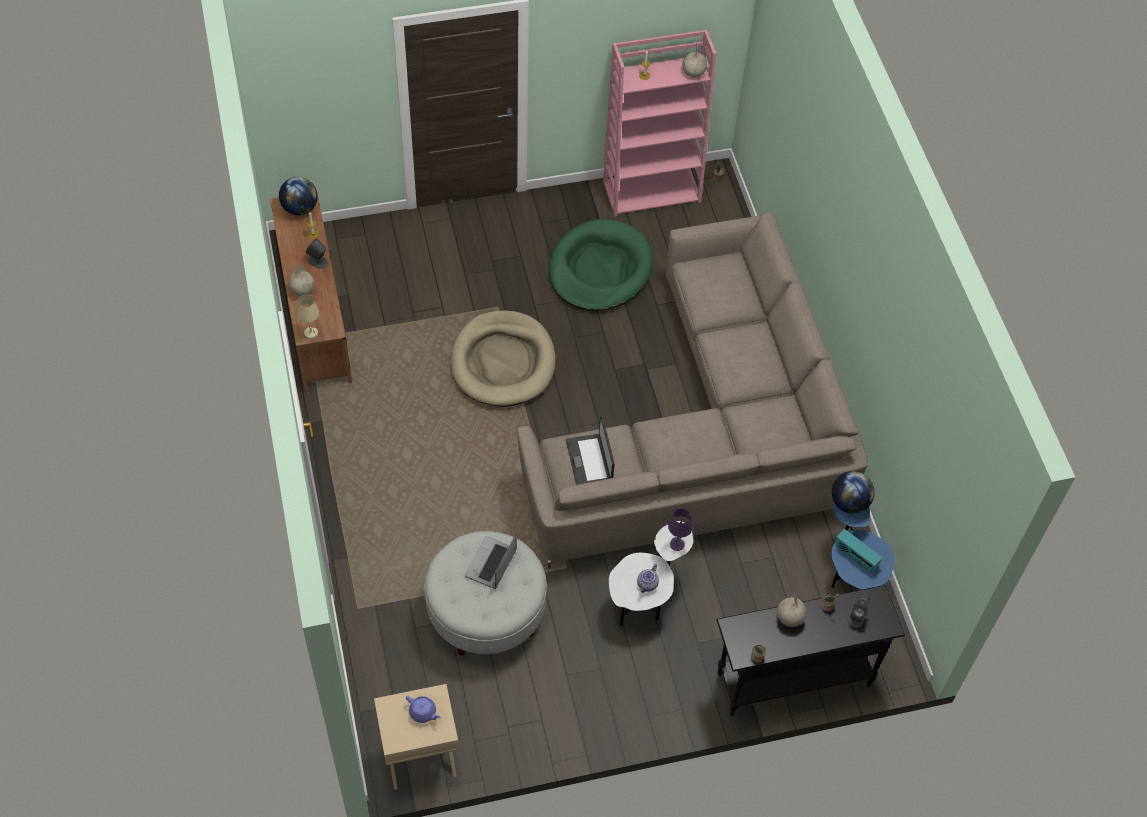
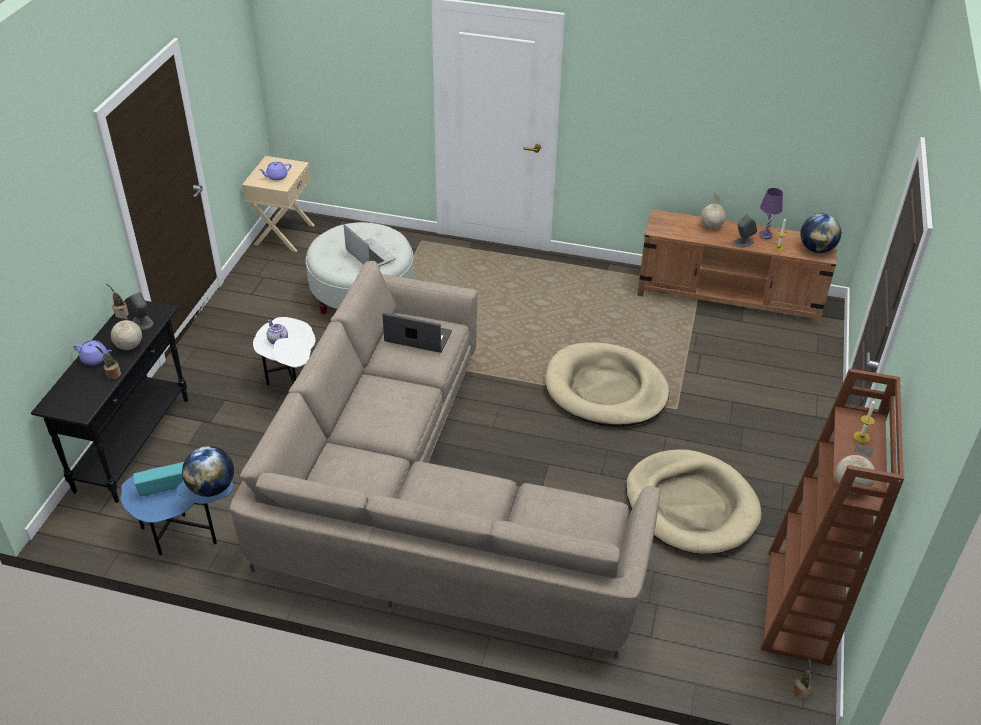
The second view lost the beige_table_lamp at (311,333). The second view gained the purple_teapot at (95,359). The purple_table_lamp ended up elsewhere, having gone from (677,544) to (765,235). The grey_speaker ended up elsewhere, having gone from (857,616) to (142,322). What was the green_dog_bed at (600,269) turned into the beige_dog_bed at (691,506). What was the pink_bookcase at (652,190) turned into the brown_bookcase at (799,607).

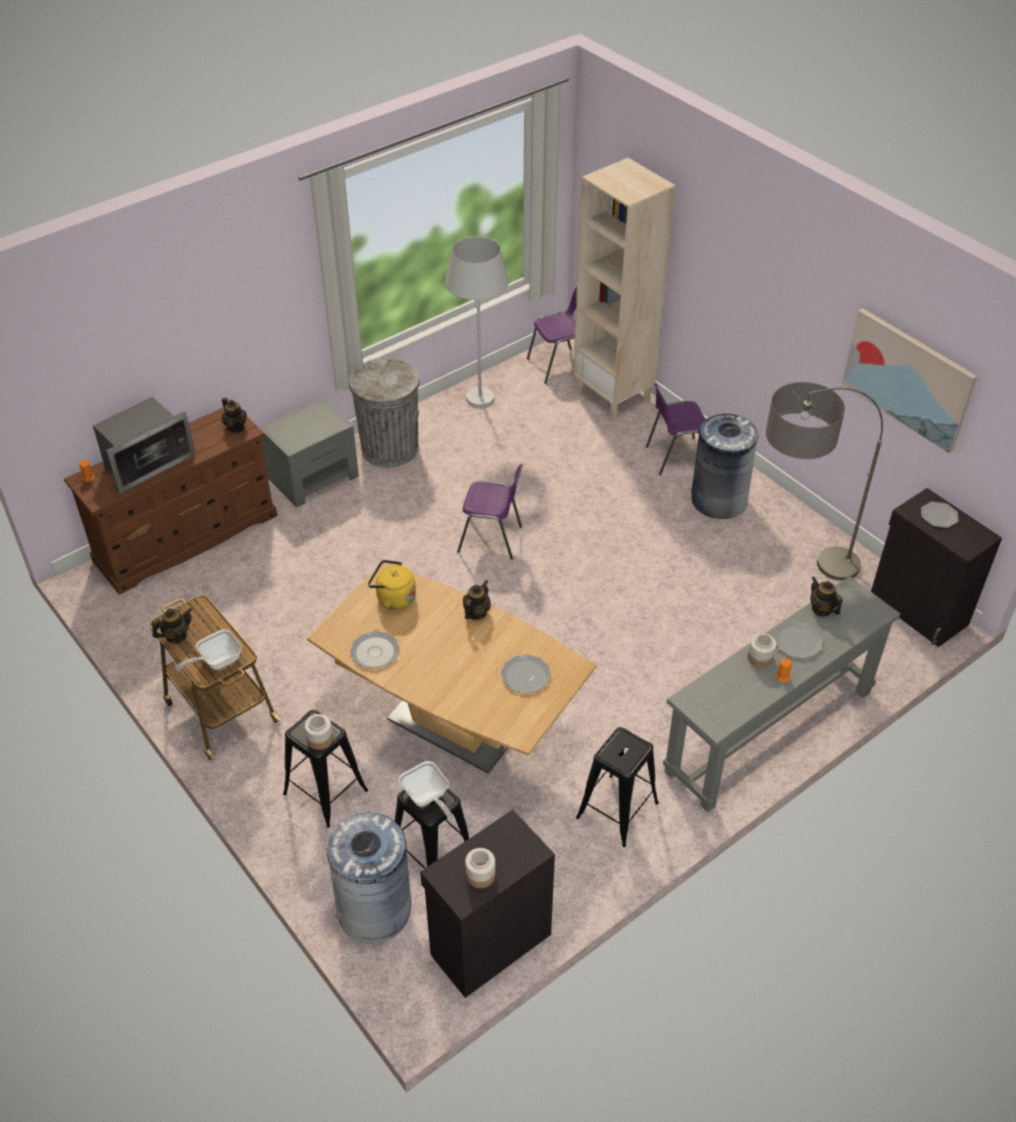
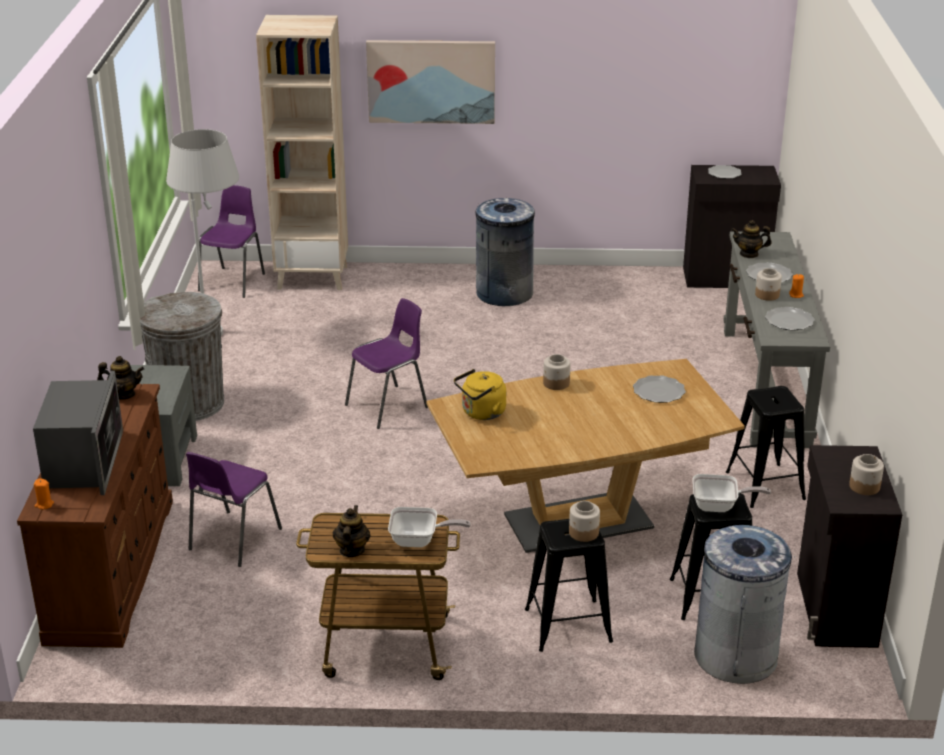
The second view lost the floor_lamp at (792,578). The plate ended up elsewhere, having gone from (375,651) to (789,321). The purple_chair ended up elsewhere, having gone from (675,457) to (233,540). The picture ended up elsewhere, having gone from (908,378) to (431,81). Where the teapot stood at (476,613), the jar came to stand at (556,383). The frying_pan at (216,661) ended up facing another way, 90 degrees counterclockwise from before.

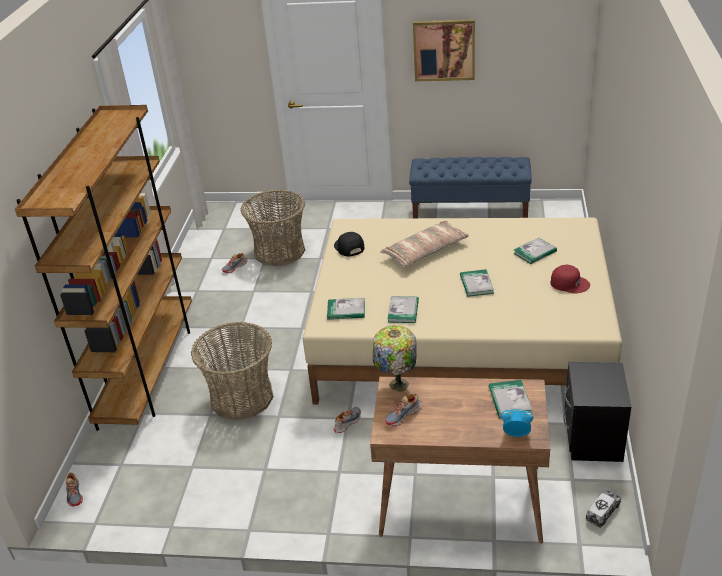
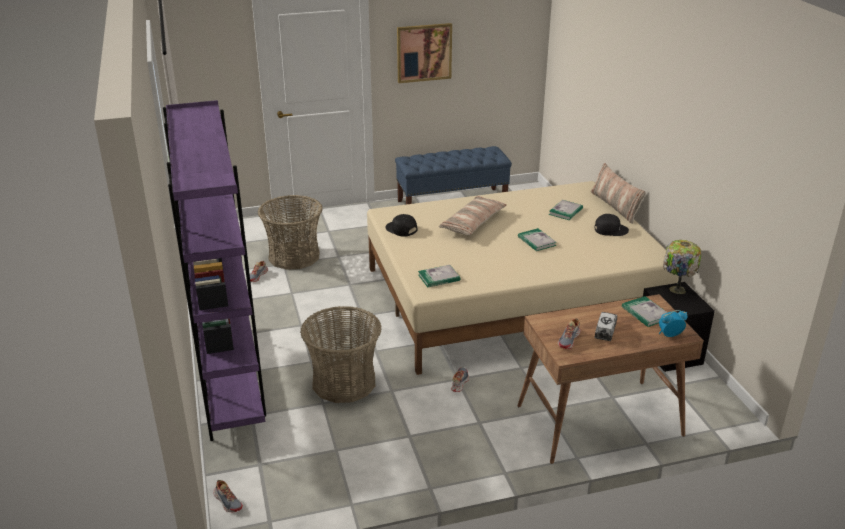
The second view lost the book at (403,311). The second view gained the pillow at (615,206). The table_lamp ended up elsewhere, having gone from (397,385) to (676,290). The toy_truck ended up elsewhere, having gone from (602,512) to (605,330). What was the brown_bookcase at (148,371) turned into the purple_bookcase at (230,379). What was the red_cap at (569,283) turned into the black_cap at (610,229).

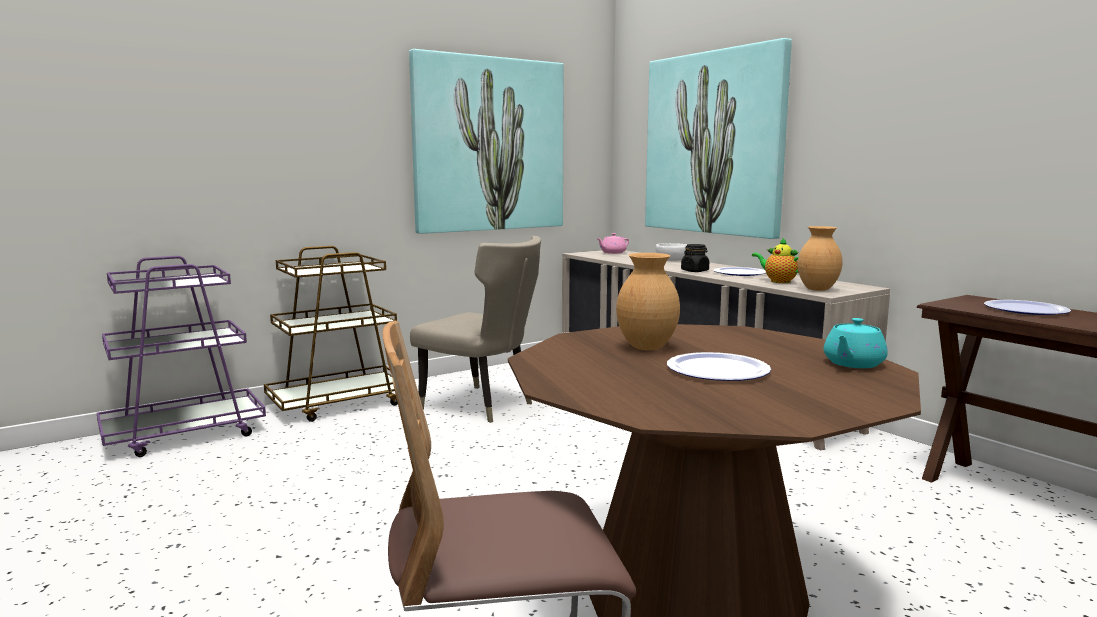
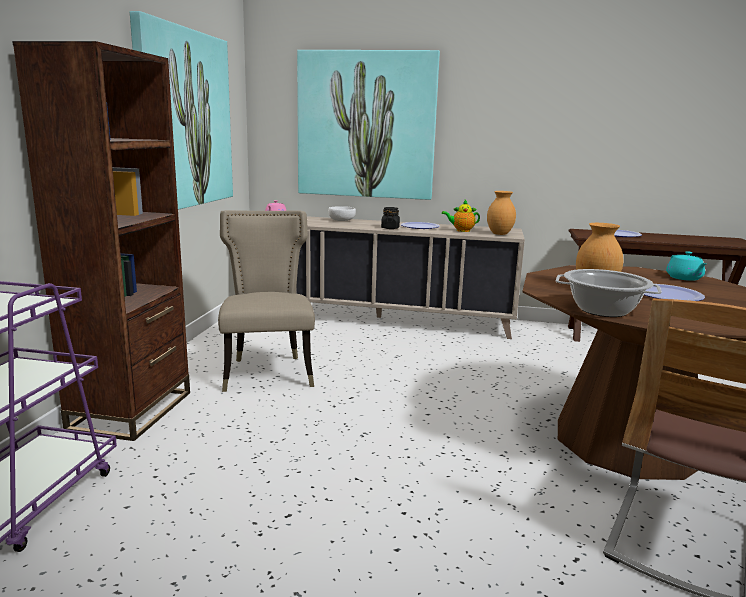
The second view gained the cooking_pot at (602,310). Where the brown_cart stood at (339,404), the brown_bookcase came to stand at (132,411). The beige_chair at (482,406) ended up facing another way, 90 degrees counterclockwise from before.

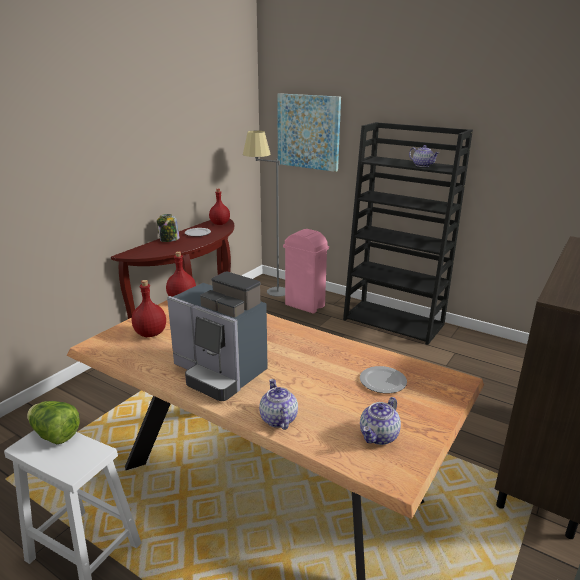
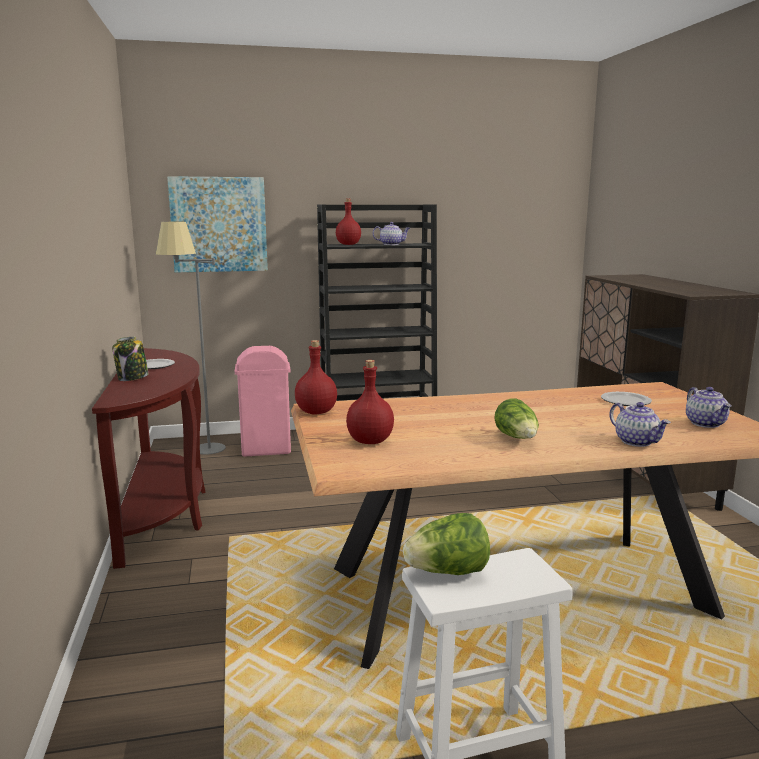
The red_bottle ended up elsewhere, having gone from (219,224) to (348,244). Where the coffee_machine stood at (219,373), the lettuce came to stand at (517,438). The teapot at (278,419) ended up facing another way, 150 degrees counterclockwise from before.

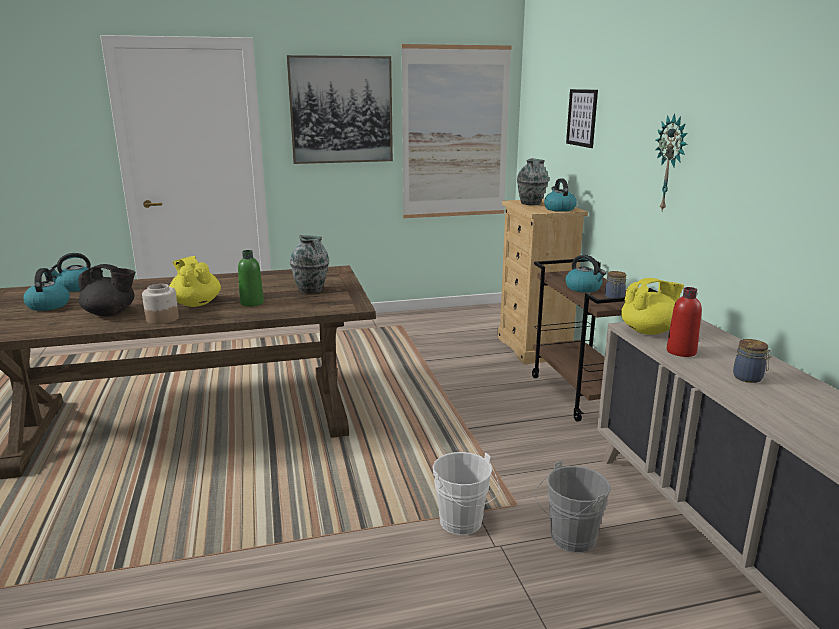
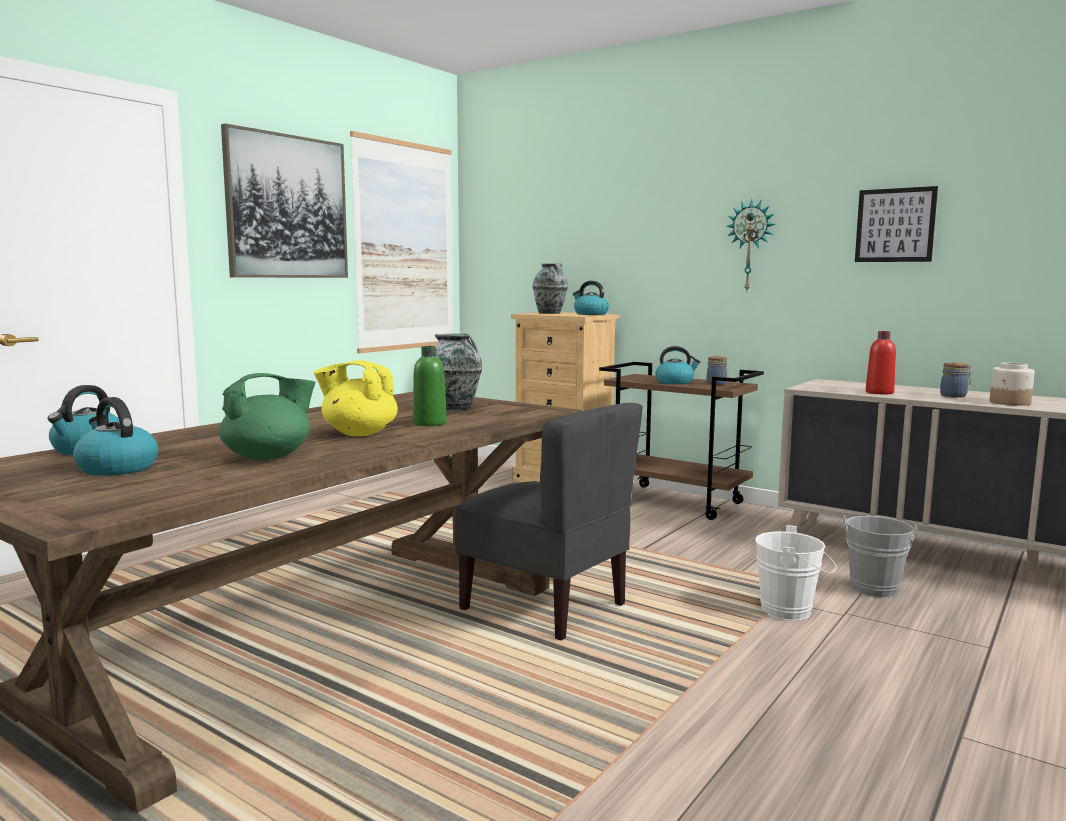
The second view lost the yellow_teapot at (649,331). The second view gained the grey_chair at (545,606). The jar ended up elsewhere, having gone from (162,319) to (1010,403). The picture ended up elsewhere, having gone from (582,118) to (895,225). What was the black_teapot at (110,314) turned into the green_teapot at (269,457).

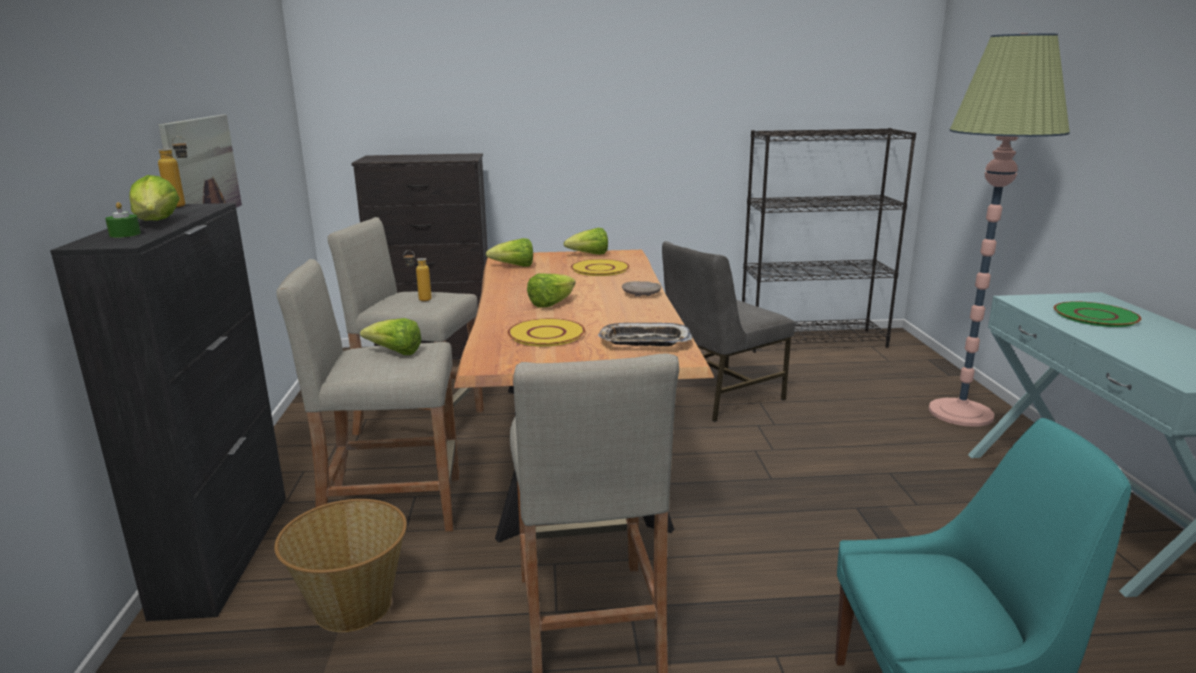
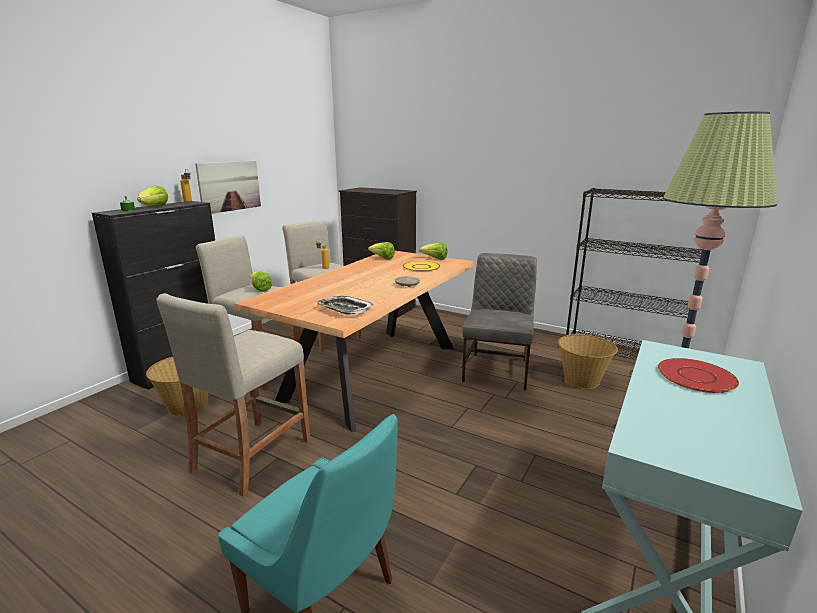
The second view lost the yellow_plate at (547,334). The second view lost the lettuce at (551,304). The second view gained the basket at (582,380). What was the green_plate at (1095,315) turned into the red_plate at (696,376). The grey_chair at (719,396) ended up facing another way, 105 degrees clockwise from before.

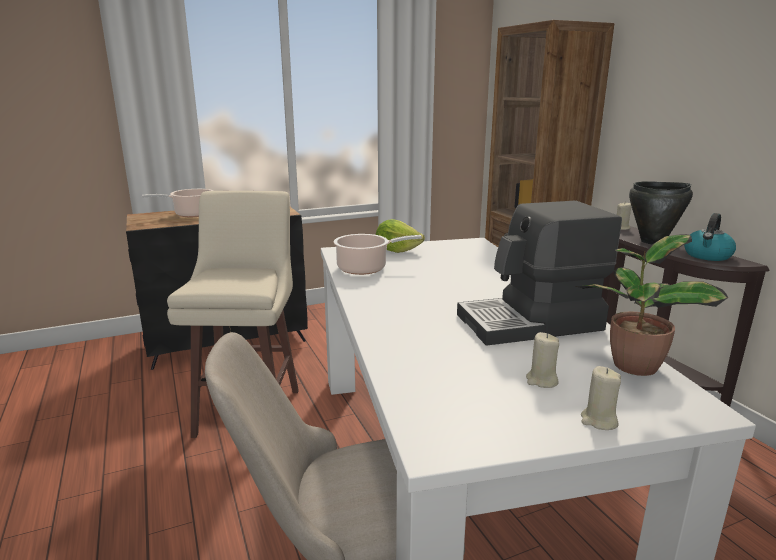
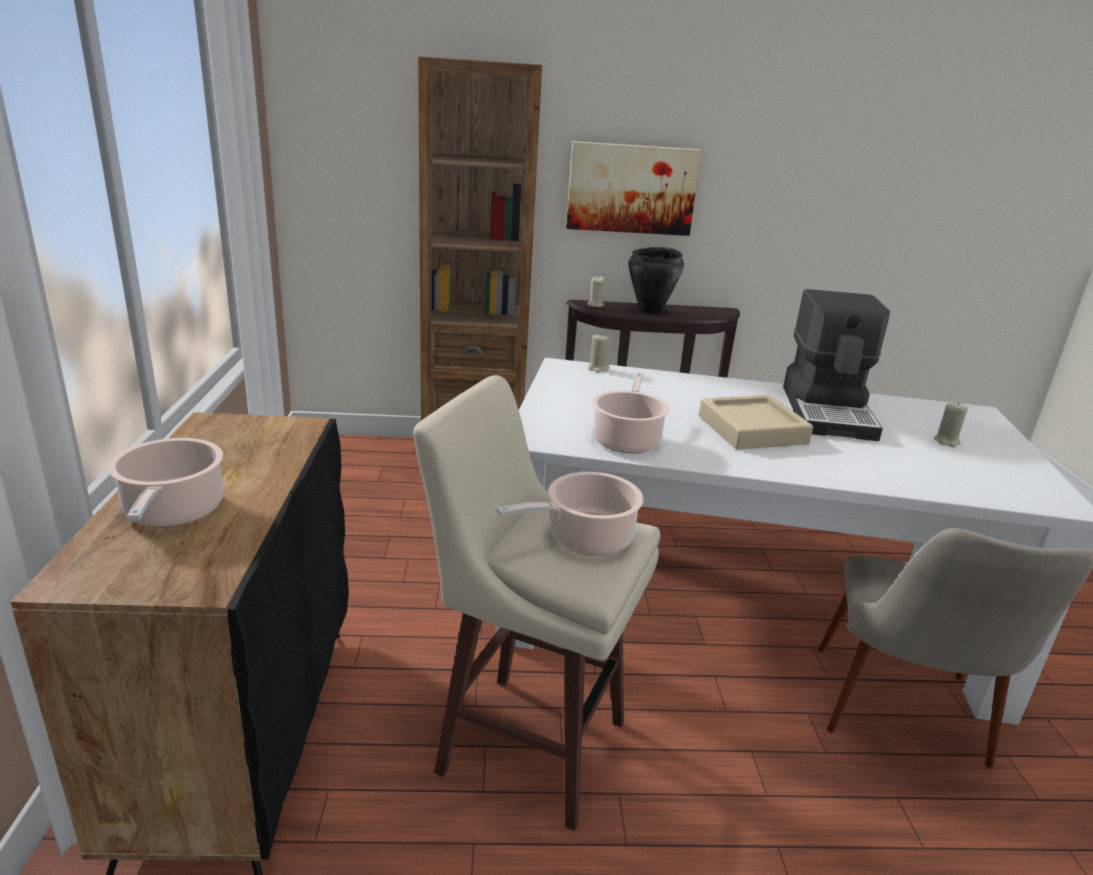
The second view lost the lettuce at (397,250). The second view lost the potted_plant at (633,366). The second view lost the kettle at (707,256). The second view gained the cooking_pot at (585,539). The second view gained the picture at (631,189). The second view gained the beige_tray at (752,430). The beige_candle ended up elsewhere, having gone from (598,421) to (598,368).

